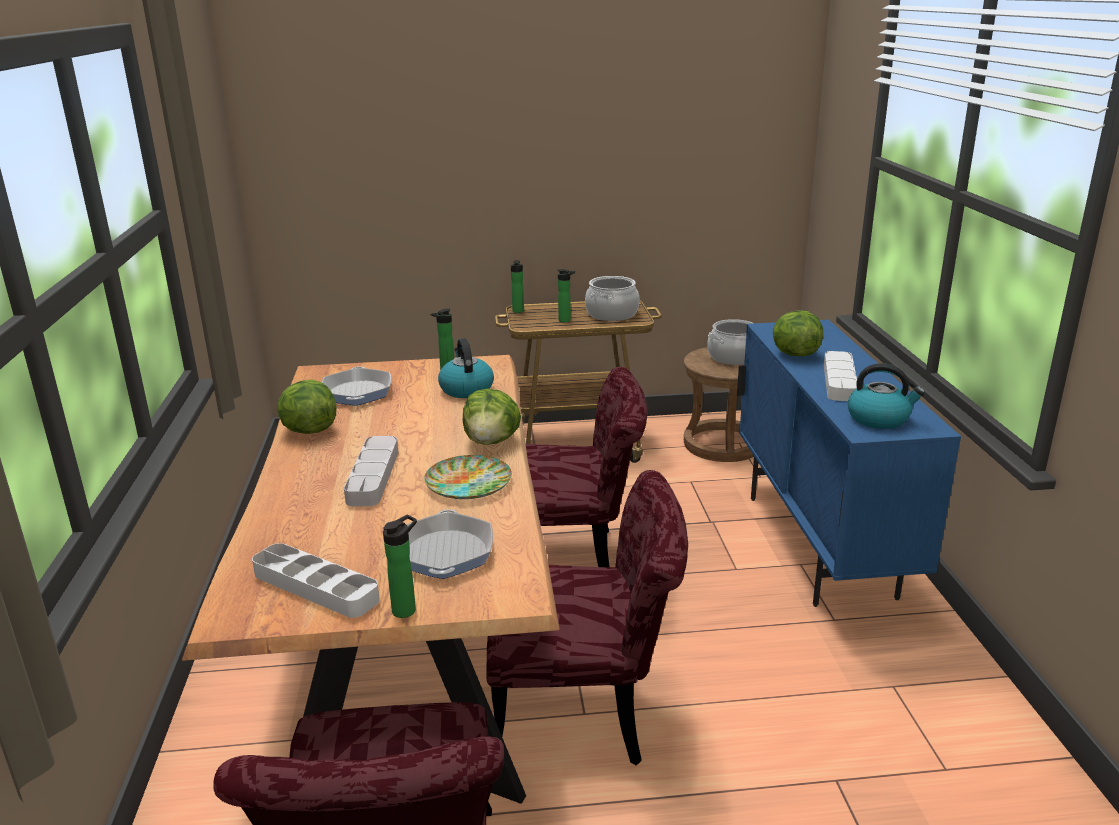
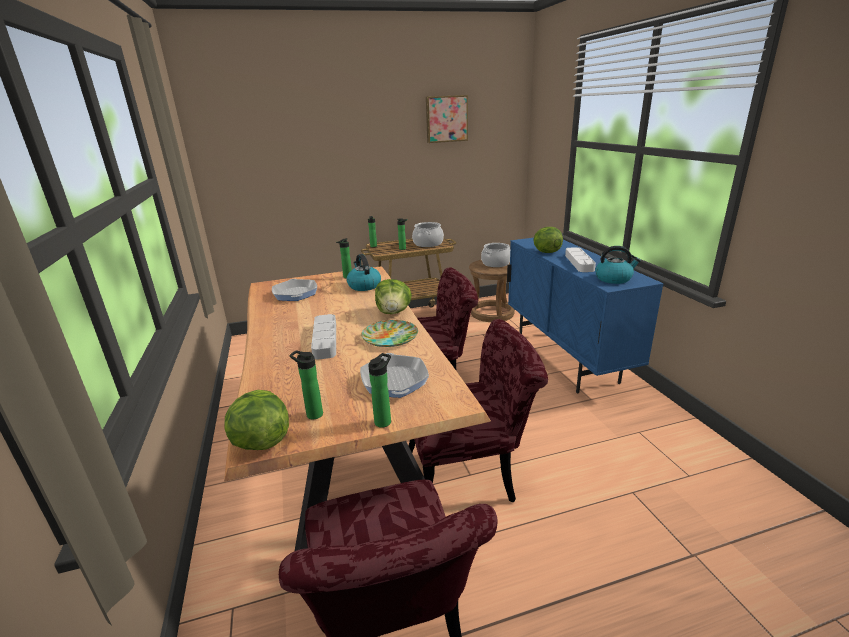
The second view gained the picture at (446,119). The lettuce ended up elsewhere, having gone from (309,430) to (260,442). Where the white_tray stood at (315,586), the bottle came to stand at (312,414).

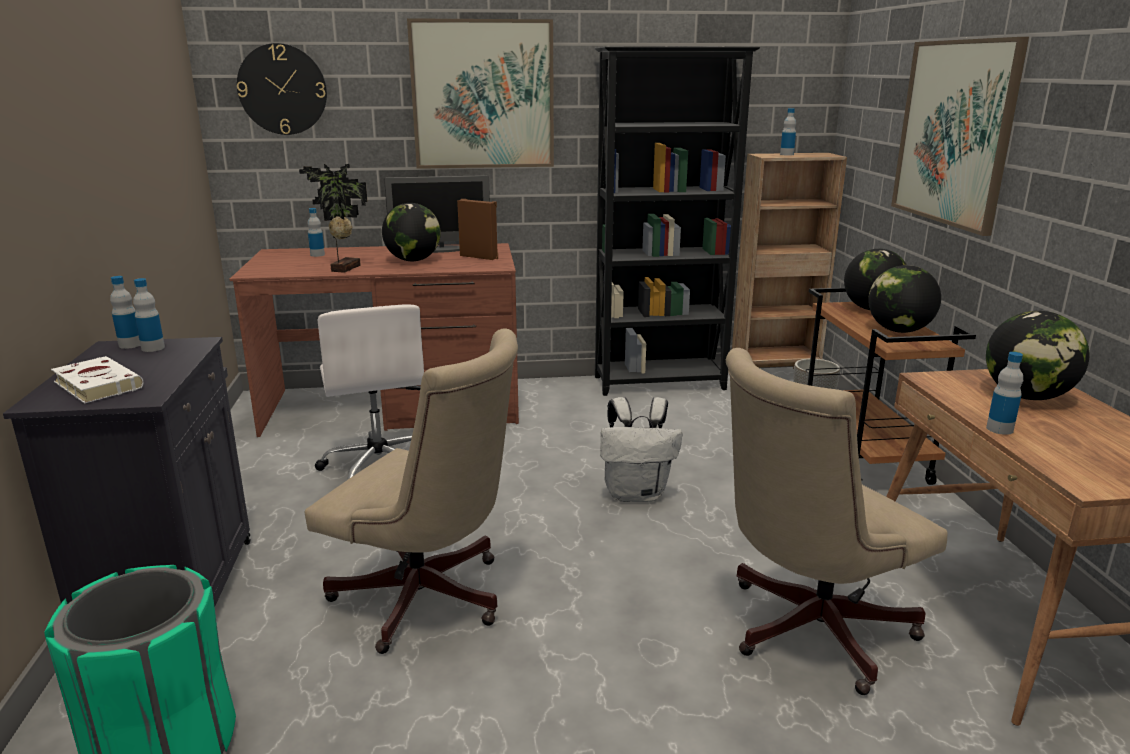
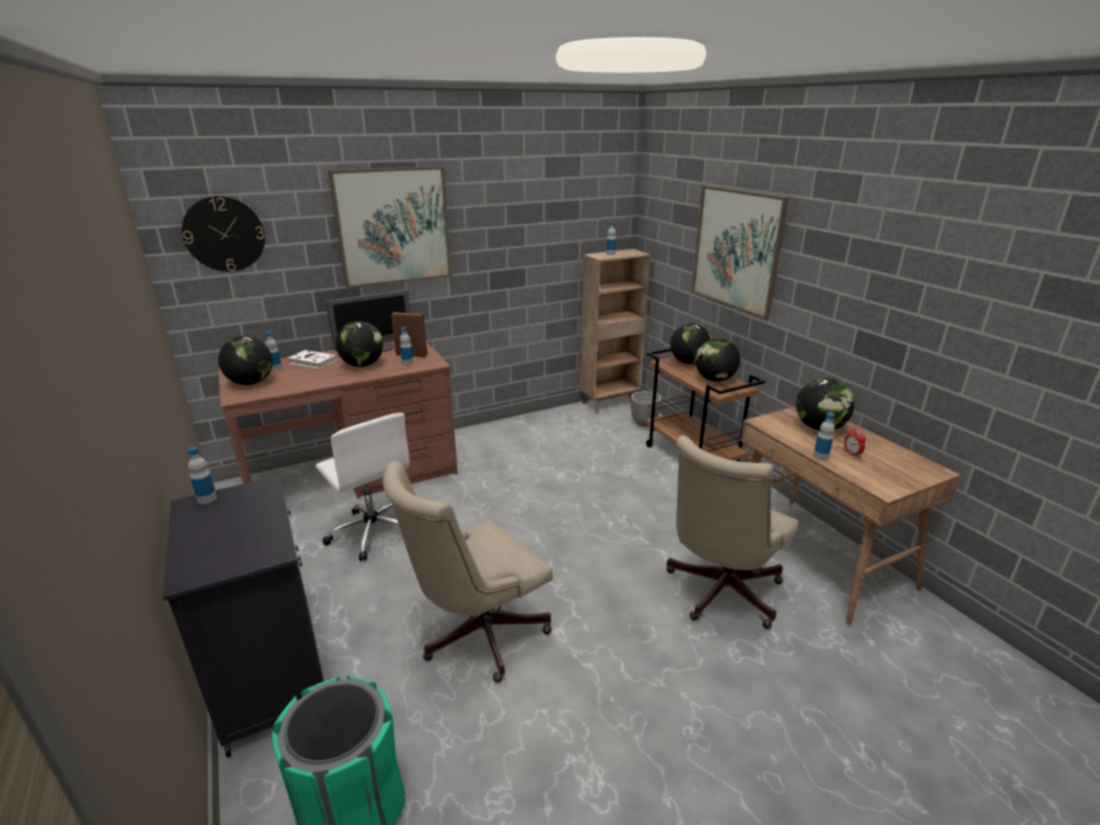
The second view lost the potted_plant at (343,268). The second view lost the black_bookcase at (661,383). The second view lost the white_backpack at (636,494). The second view gained the globe at (251,383). The second view gained the alarm_clock at (852,453). The white_book ended up elsewhere, having gone from (96,385) to (311,362). The bottle ended up elsewhere, having gone from (153,348) to (407,363). The beige_office_chair at (429,601) ended up facing another way, 135 degrees clockwise from before.

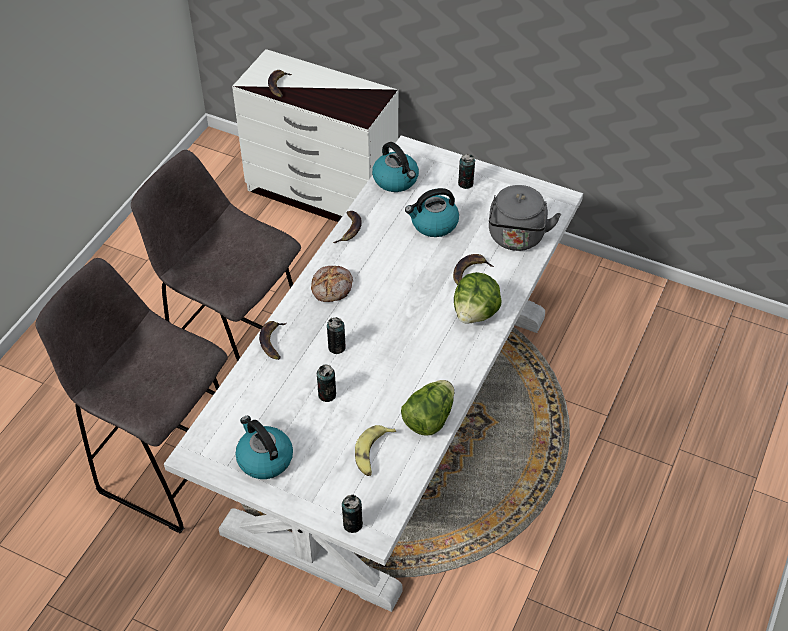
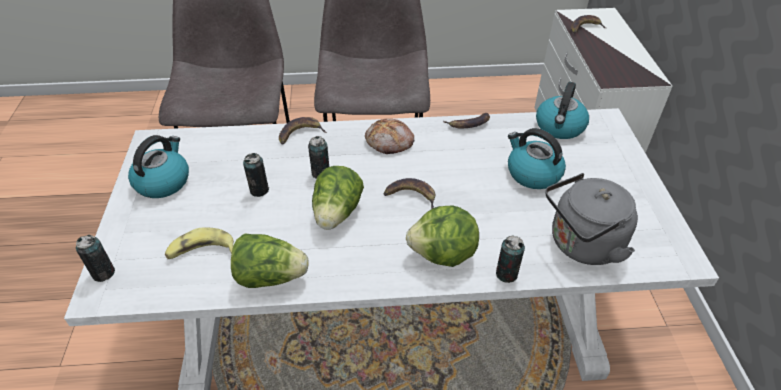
The second view gained the lettuce at (337,214). The banana ended up elsewhere, having gone from (469,271) to (411,196). The can ended up elsewhere, having gone from (465,183) to (506,274).

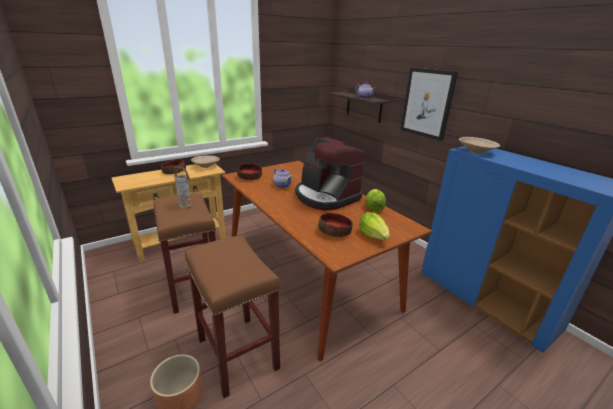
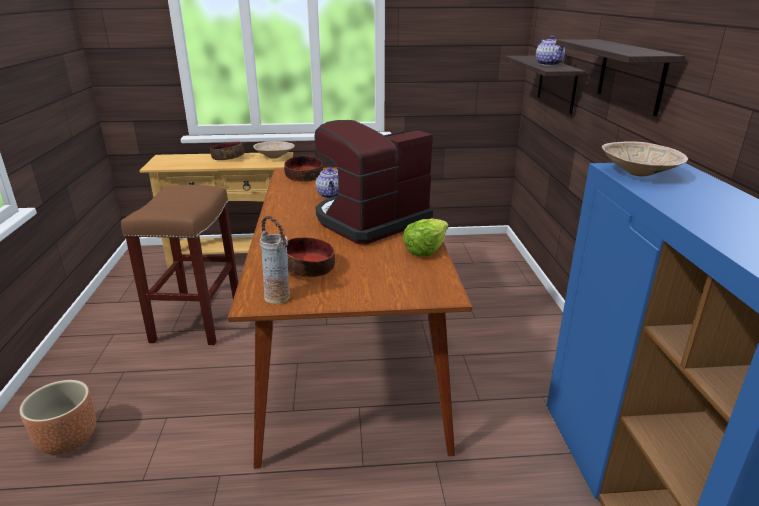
The second view lost the brown_stool at (236,353). The second view lost the lettuce at (374,236). The vase ended up elsewhere, having gone from (185,205) to (278,297). Where the picture hung at (427,103), the shelf came to hang at (630,75). The coffee_machine at (325,196) ended up facing another way, 60 degrees clockwise from before.

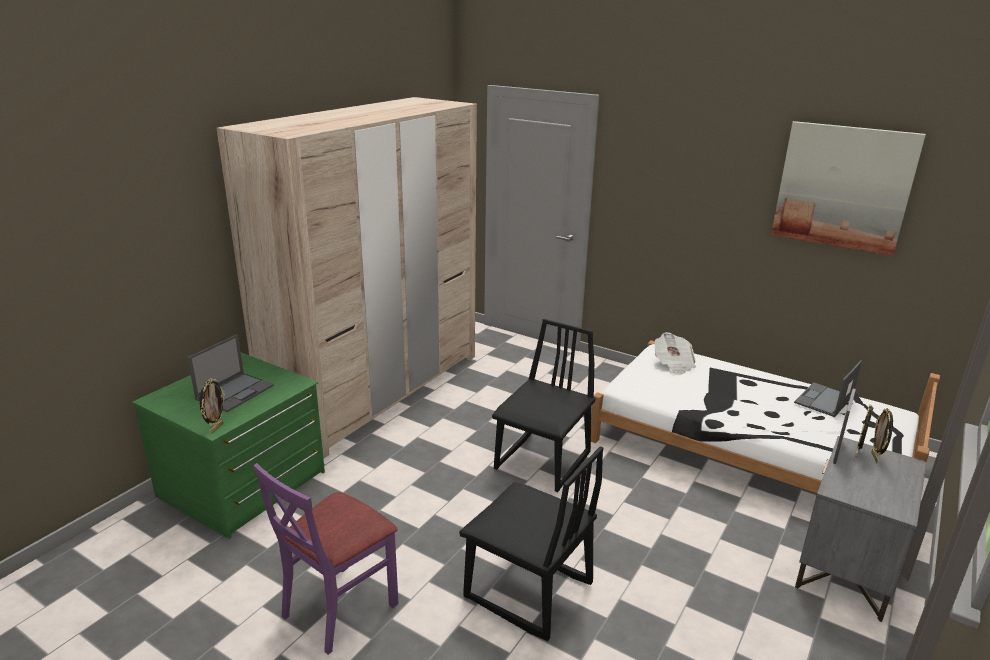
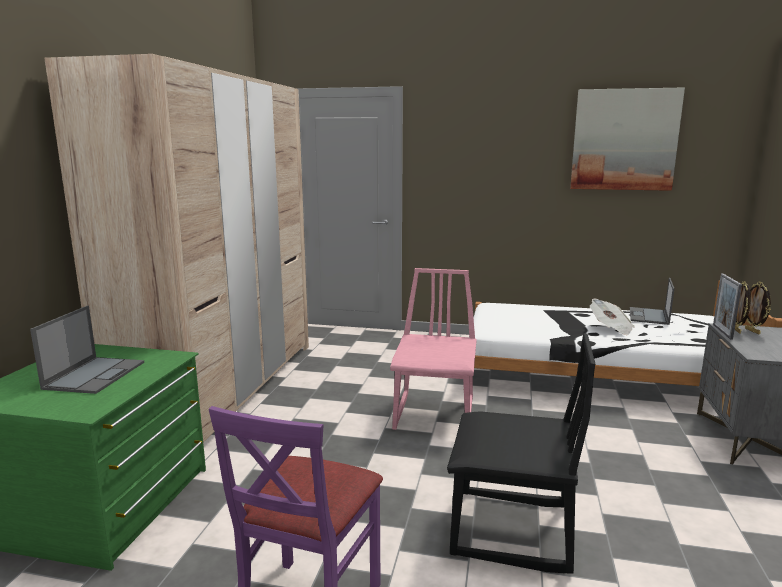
The second view lost the picture_frame at (216,428). The newspaper ended up elsewhere, having gone from (673,364) to (611,328). What was the black_chair at (543,462) turned into the pink_chair at (435,414).

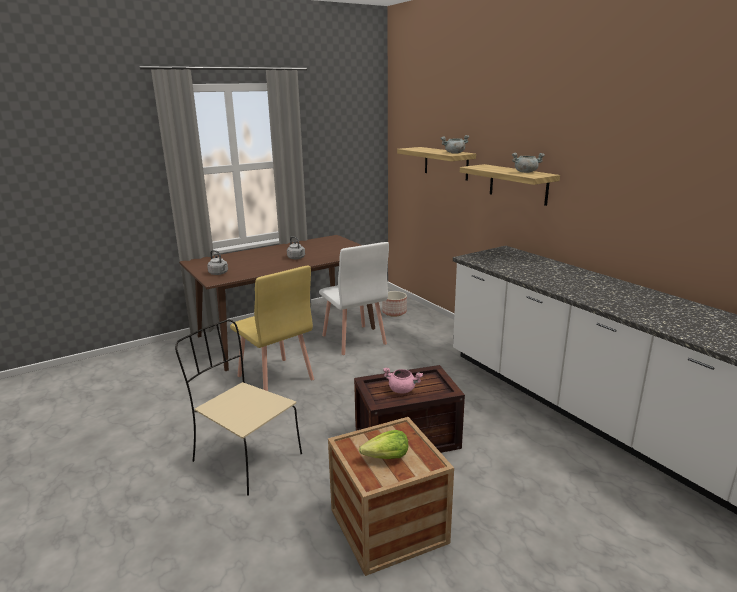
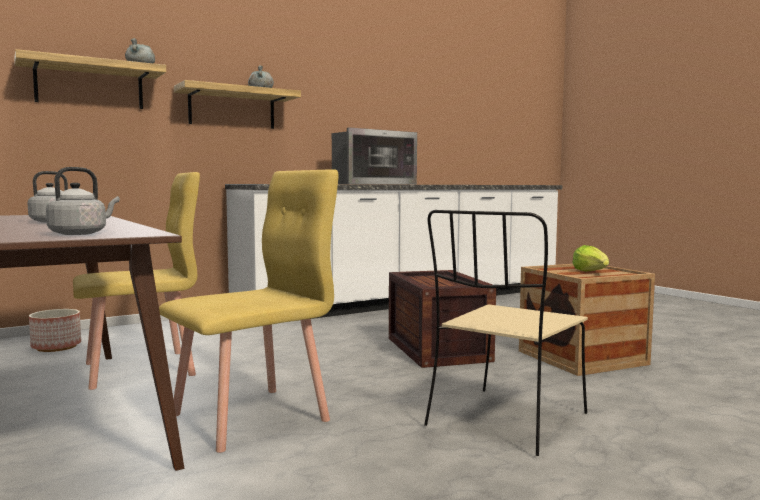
The second view lost the pink_cooking_pot at (402,390). The second view gained the microwave at (371,184). What was the white_chair at (353,340) turned into the yellow_chair at (141,369).

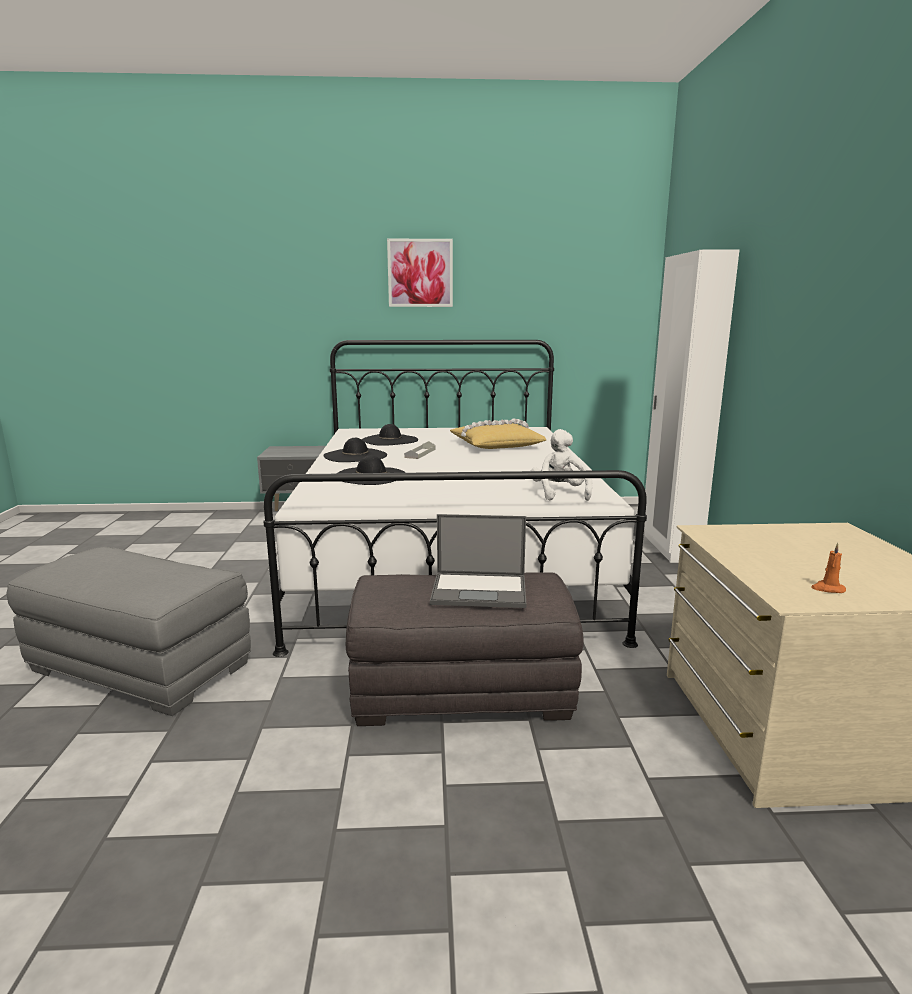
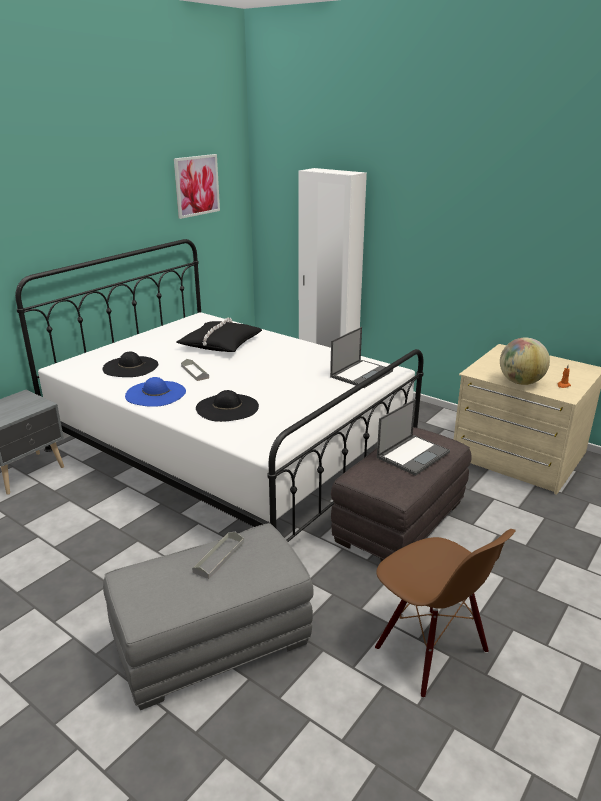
The second view gained the grey_tray at (219,557). The second view gained the brown_chair at (430,651). The second view gained the globe at (520,382). The picture ended up elsewhere, having gone from (420,273) to (196,185). Where the white_plush_toy stood at (559,493), the laptop came to stand at (361,374). What was the black_hat at (355,455) turned into the blue_hat at (155,393). What was the yellow_pillow at (495,445) turned into the black_pillow at (220,344).

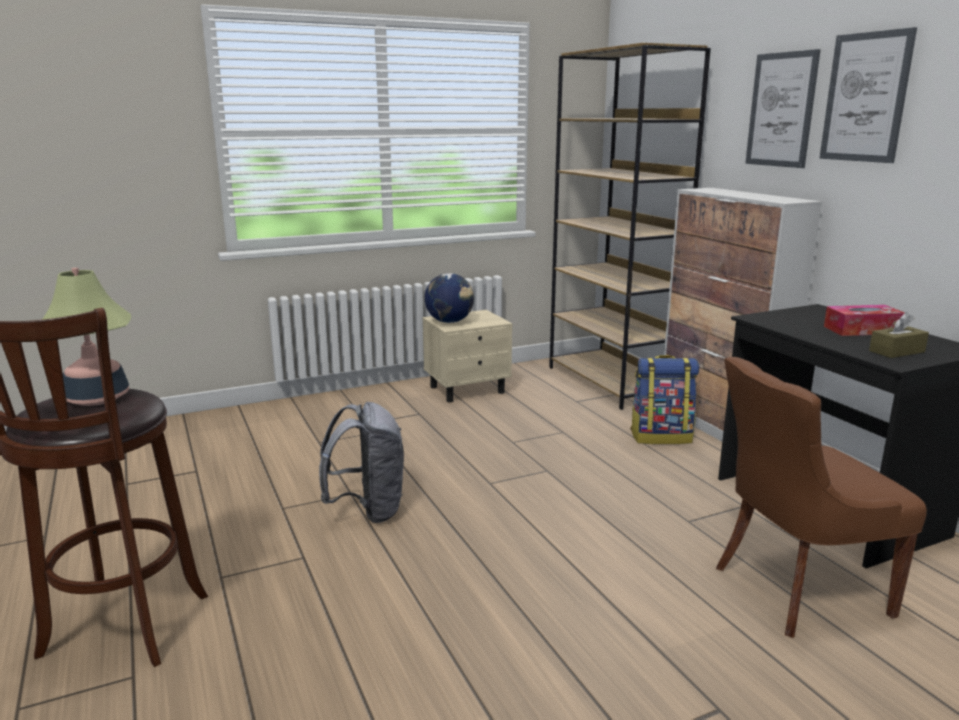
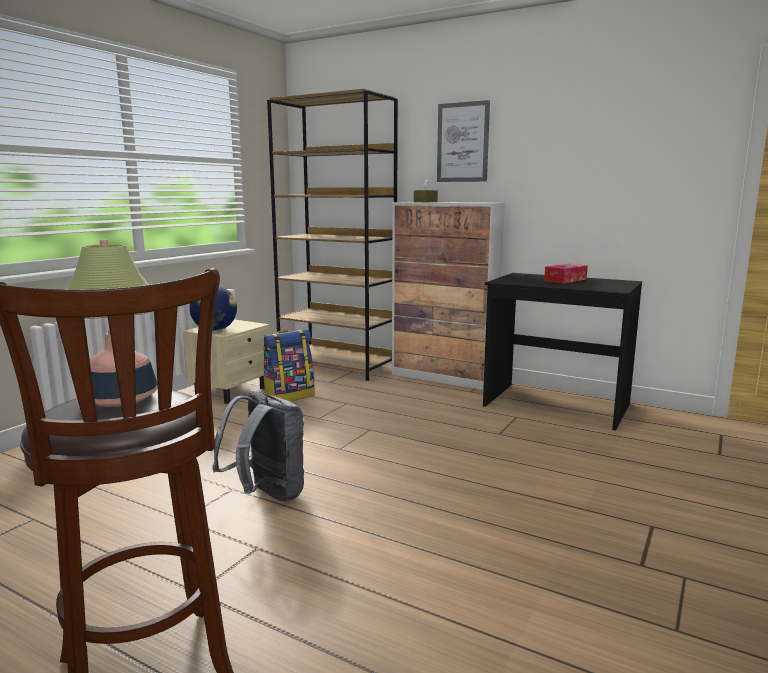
The second view lost the brown_chair at (795,589). The second view lost the picture at (865,97). The backpack ended up elsewhere, having gone from (661,436) to (289,396). The brown_tissue_box ended up elsewhere, having gone from (896,351) to (425,202).

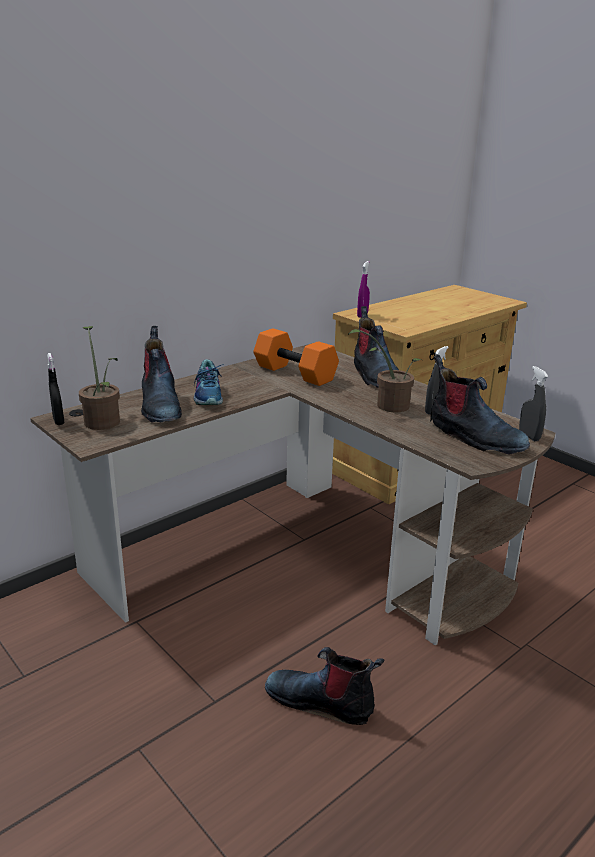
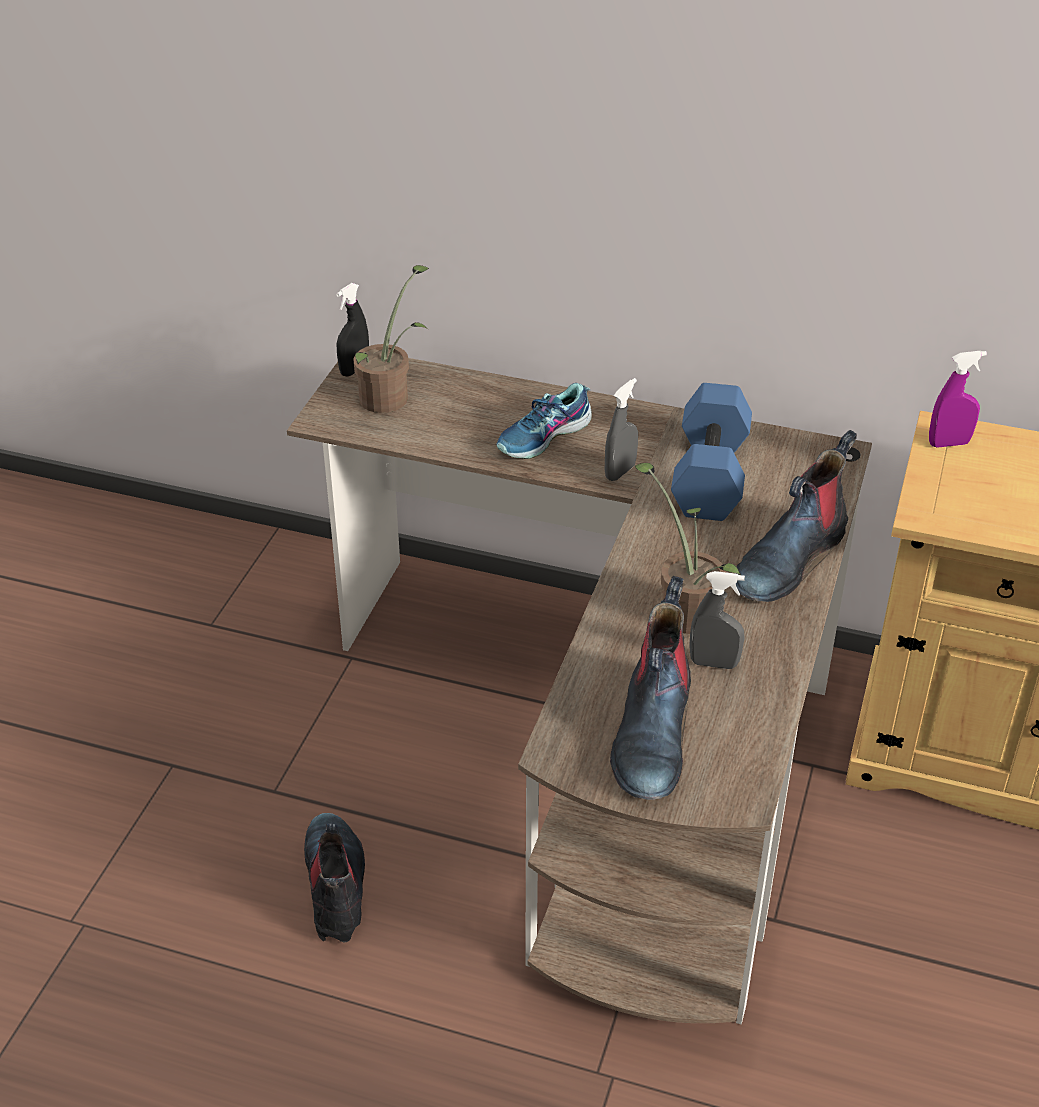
The second view lost the boot at (160,405). The grey_spray_bottle ended up elsewhere, having gone from (529,436) to (620,472). What was the orange_dumbbell at (296,373) turned into the blue_dumbbell at (712,477).

